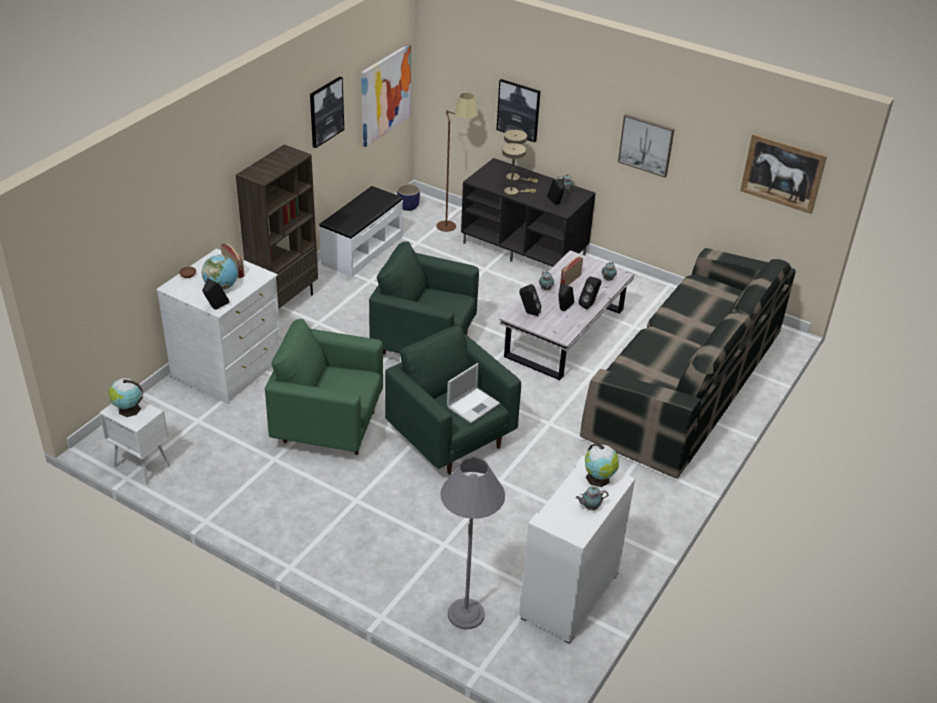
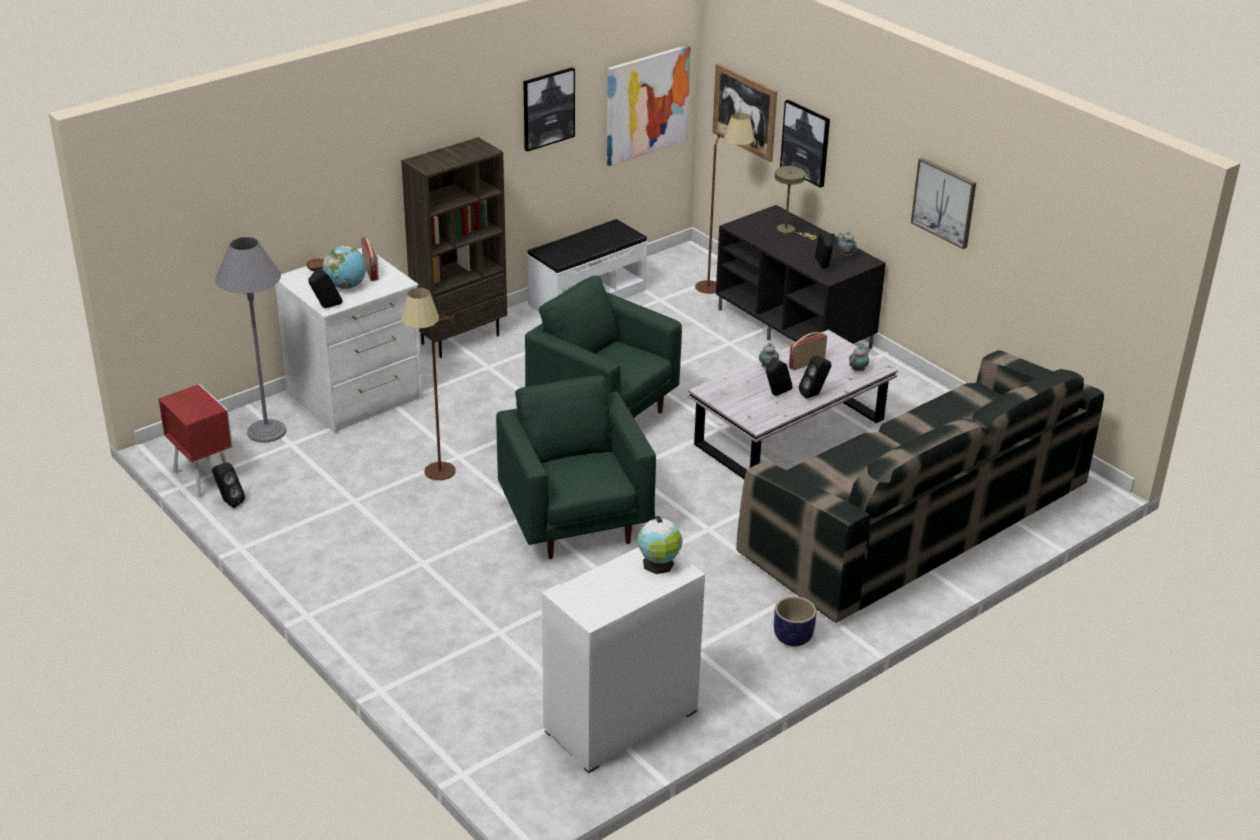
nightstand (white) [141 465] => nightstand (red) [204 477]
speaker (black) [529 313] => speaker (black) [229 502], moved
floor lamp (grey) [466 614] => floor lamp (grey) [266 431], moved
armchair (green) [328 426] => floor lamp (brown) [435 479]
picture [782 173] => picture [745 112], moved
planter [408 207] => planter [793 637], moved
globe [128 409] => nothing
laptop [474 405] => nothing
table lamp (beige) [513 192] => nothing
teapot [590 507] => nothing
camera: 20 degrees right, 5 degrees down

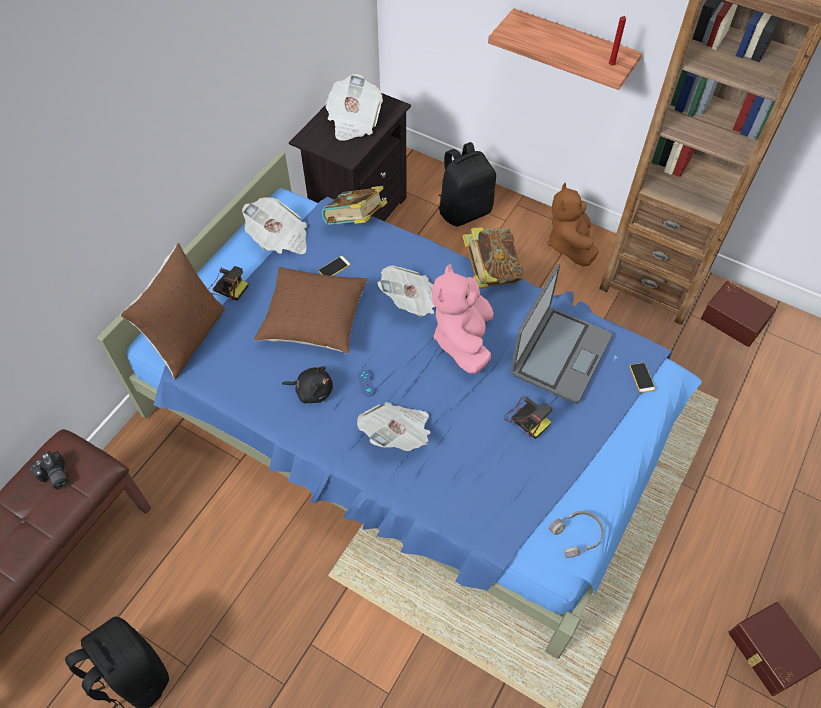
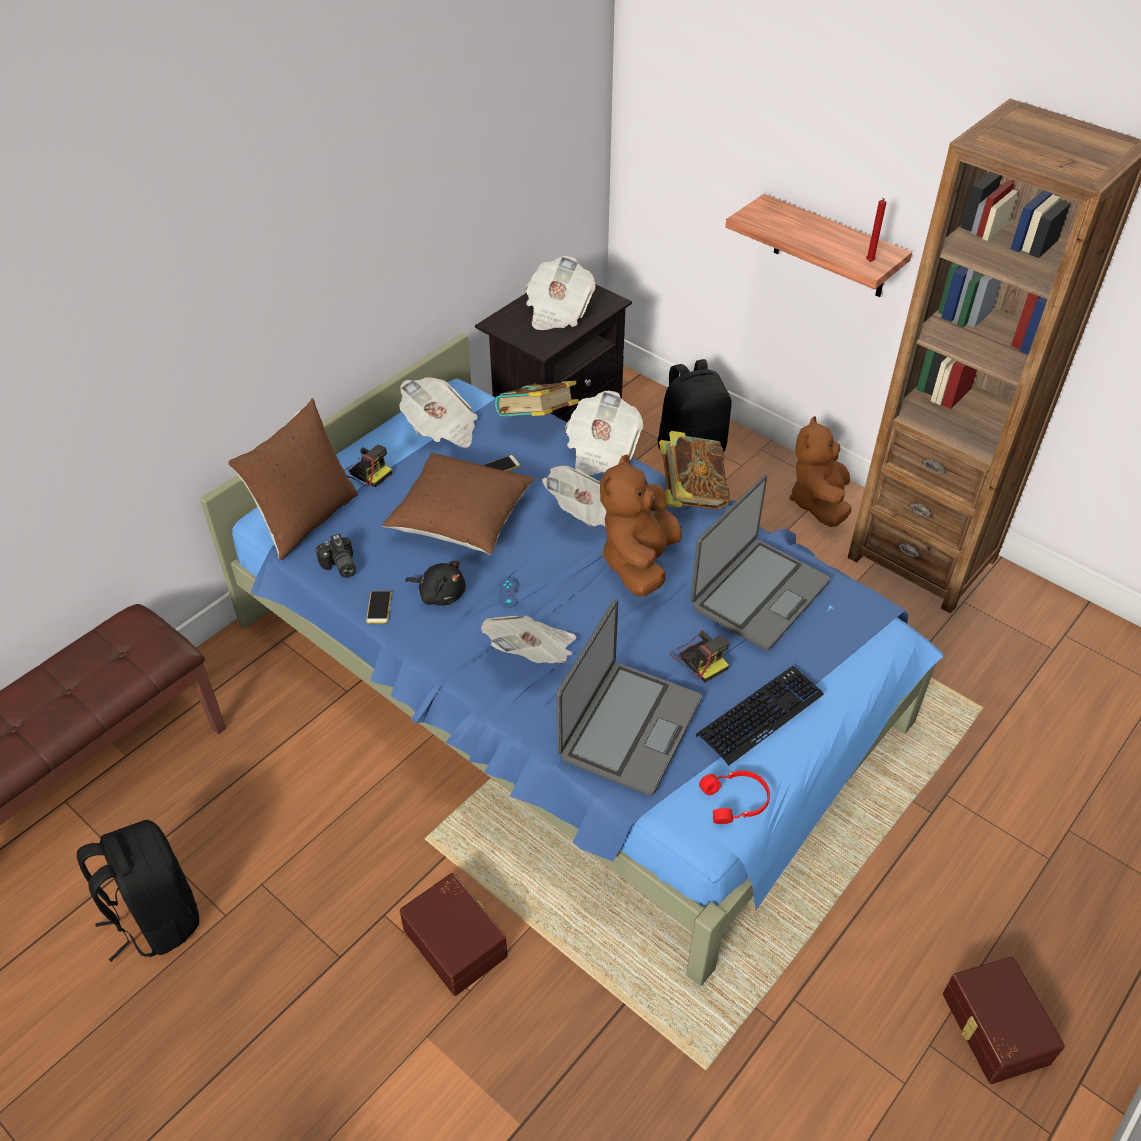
photo camera [54 477] => photo camera [339 566], moved
phone [642 378] => phone [379 607], moved
storage box (brown) [734 319] => storage box (brown) [457 941], moved
nothing => laptop [629 728]
nothing => newspaper [601 452]
plush toy (pink) [463 340] => plush toy (brown) [639 562]
nothing => keyboard [760 715]
headphones (grey) [578 536] => headphones (red) [736 801]
camera: 10 degrees right, 10 degrees down

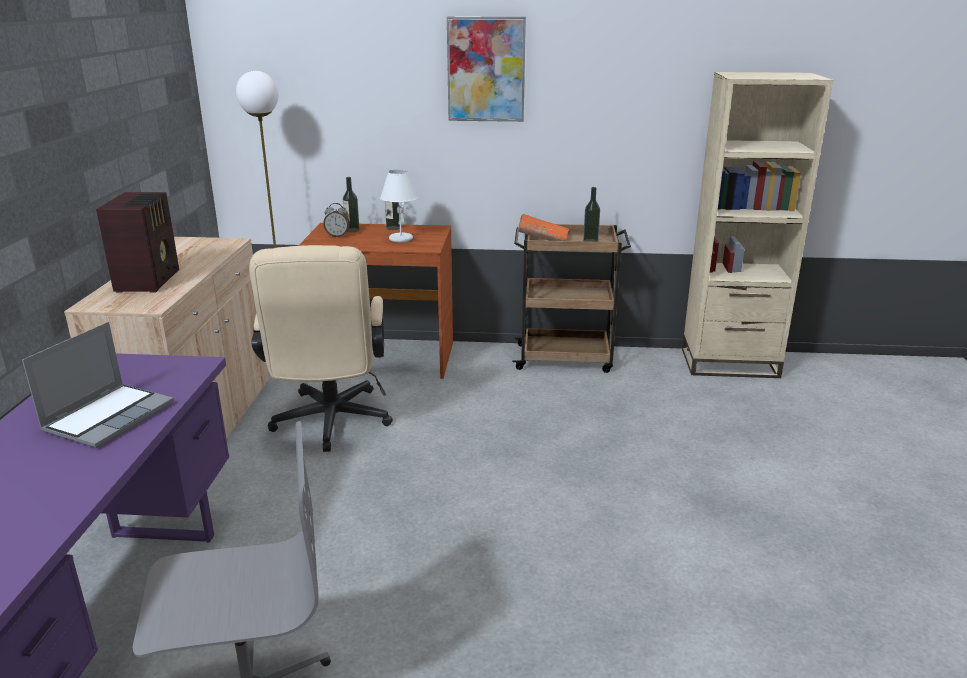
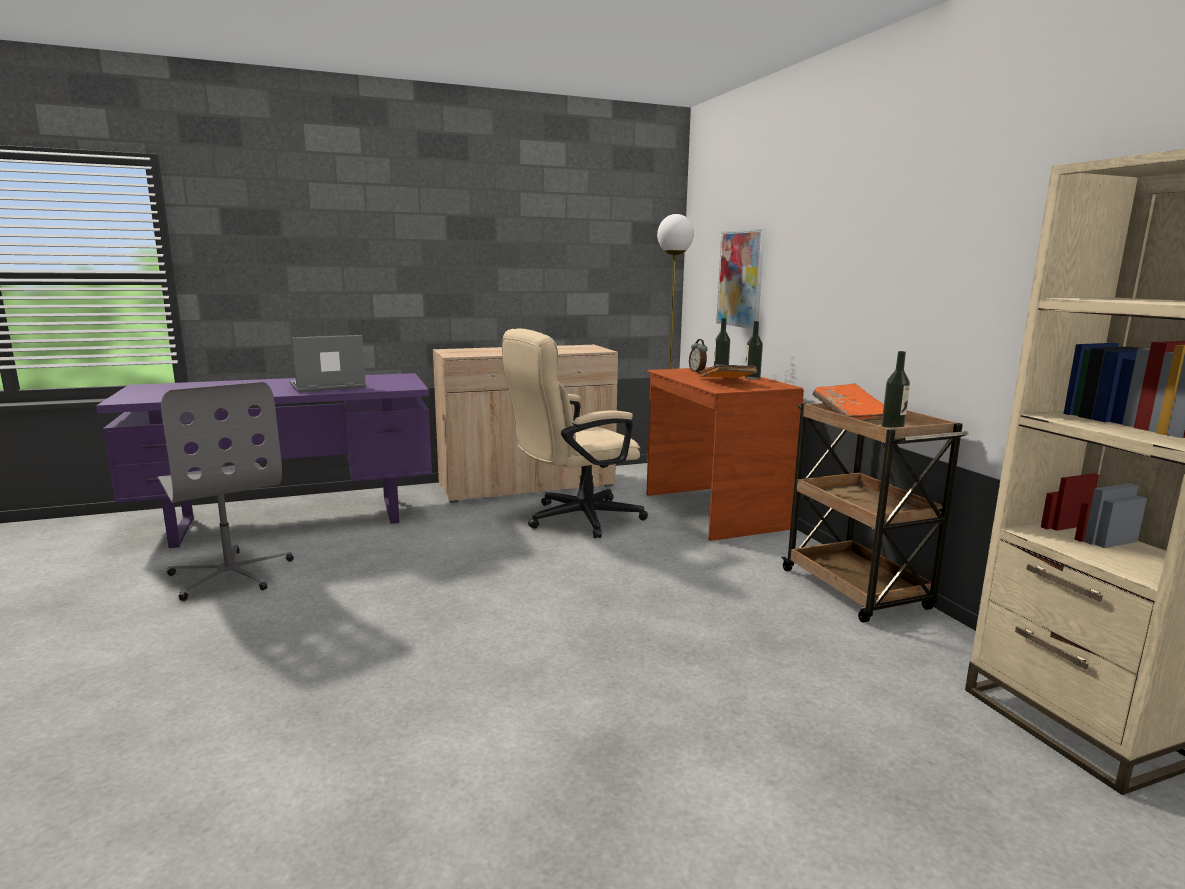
laptop [109 416] => laptop [326 386], 150 degrees clockwise
table lamp (white) [400 239] => book (orange) [726 382]
picture [486 69] => picture [740 279], moved
radio [150 280] => nothing
camera: 65 degrees right, 10 degrees down

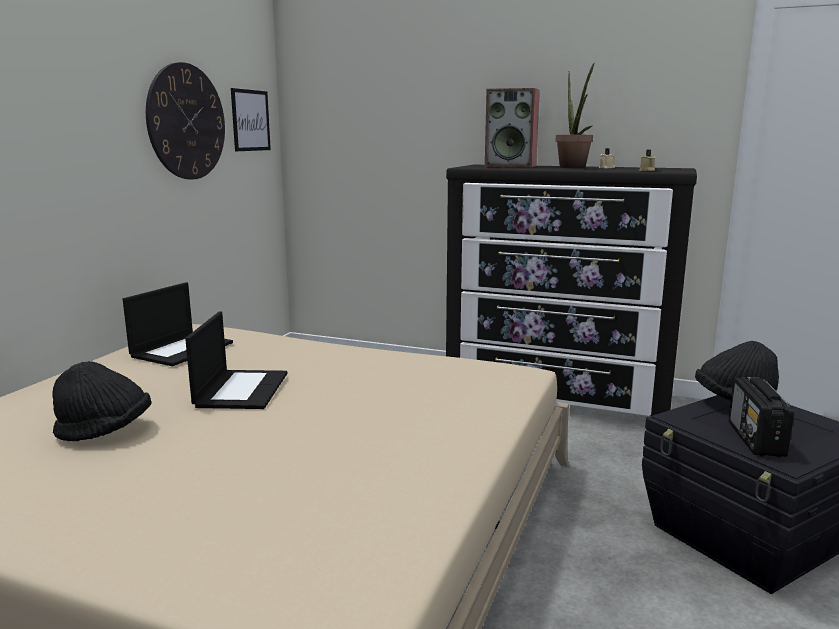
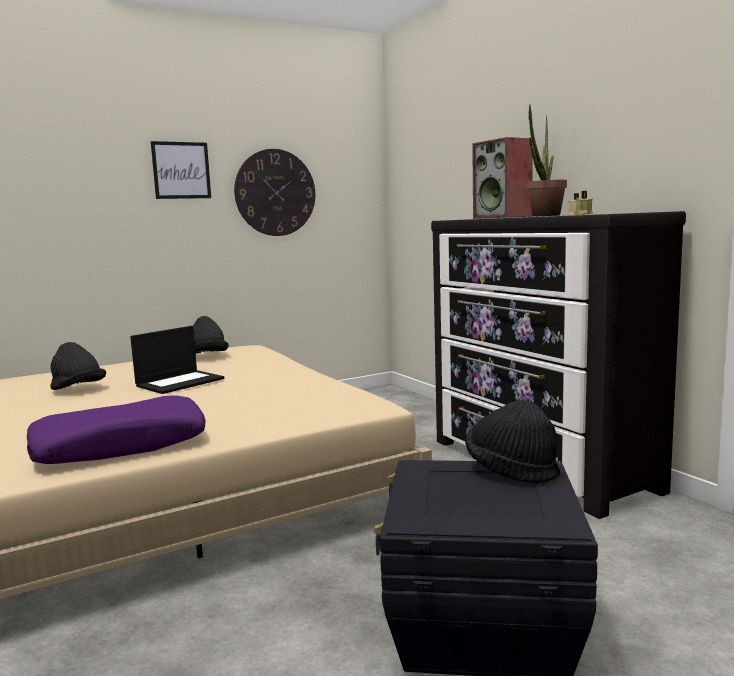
nothing => pillow (purple) [120 446]
picture [250 120] => picture [181 170], moved
laptop [182 349] => hat (black) [208 356]
radio [756 440] => nothing
camera: 40 degrees right, 5 degrees down

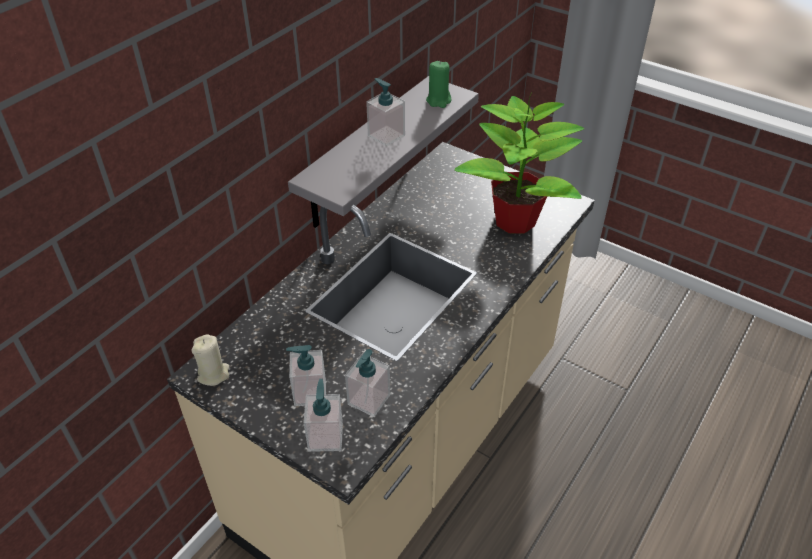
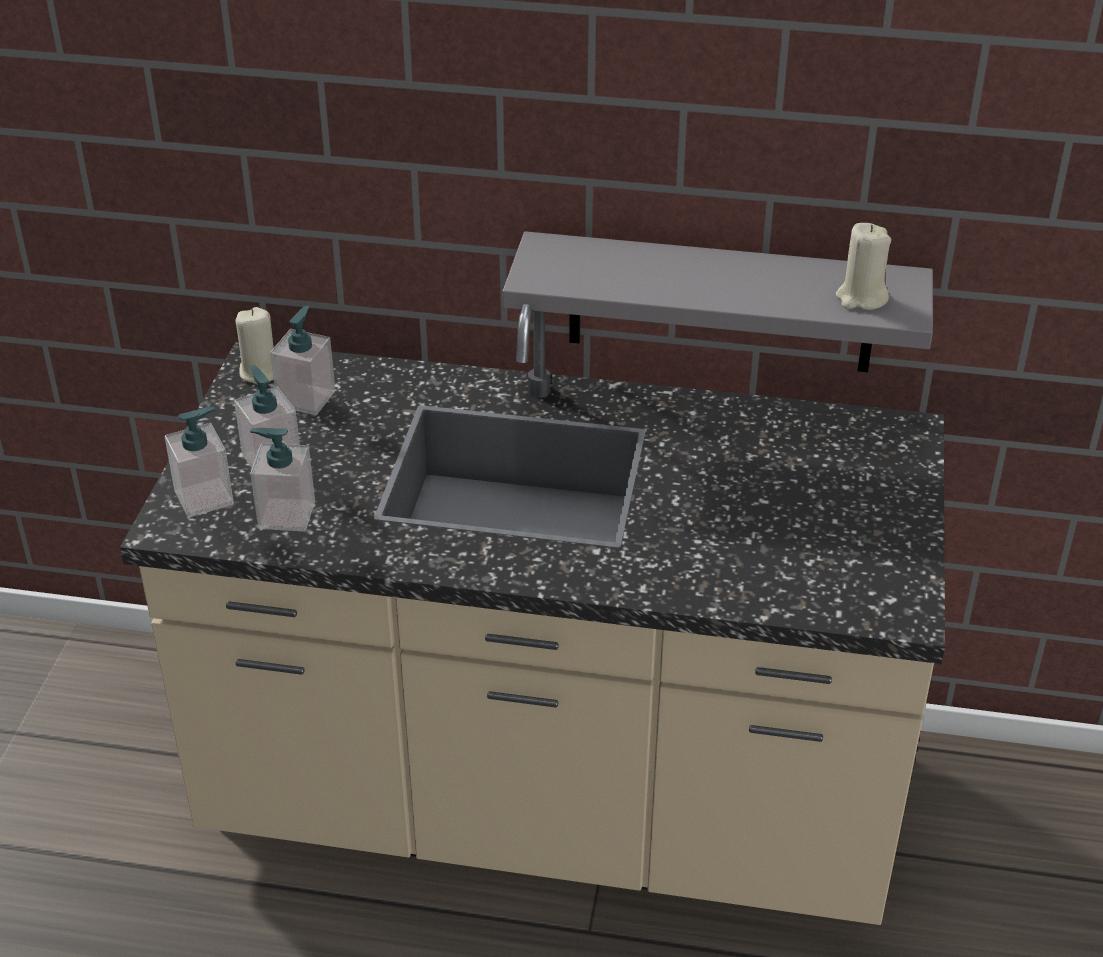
soap dispenser [386 136] => soap dispenser [306 398], moved
candle (green) [438 101] => candle (beige) [861 298]
potted plant [516 220] => nothing
camera: 65 degrees right, 5 degrees down

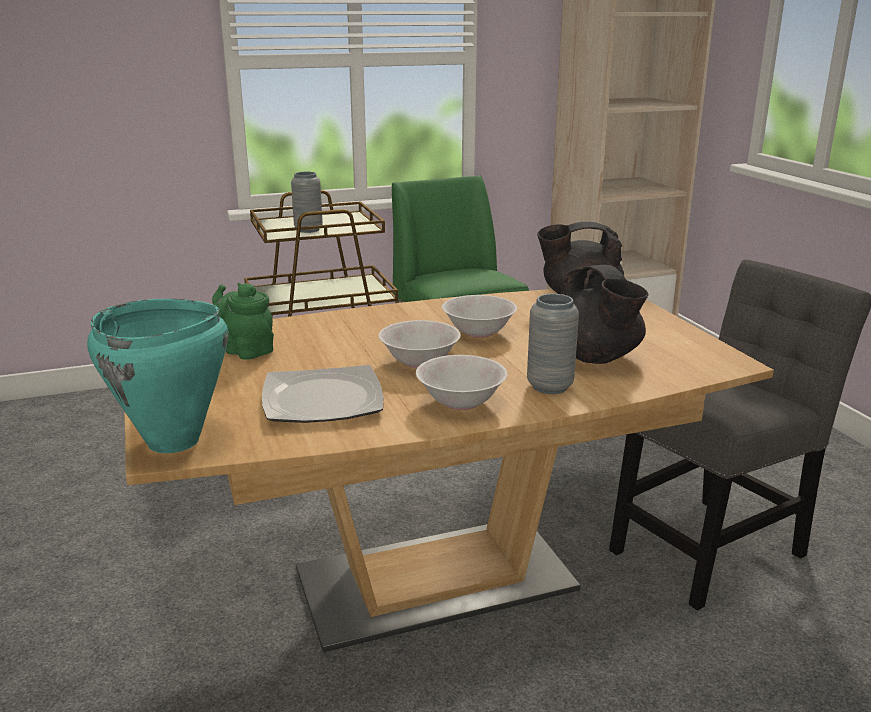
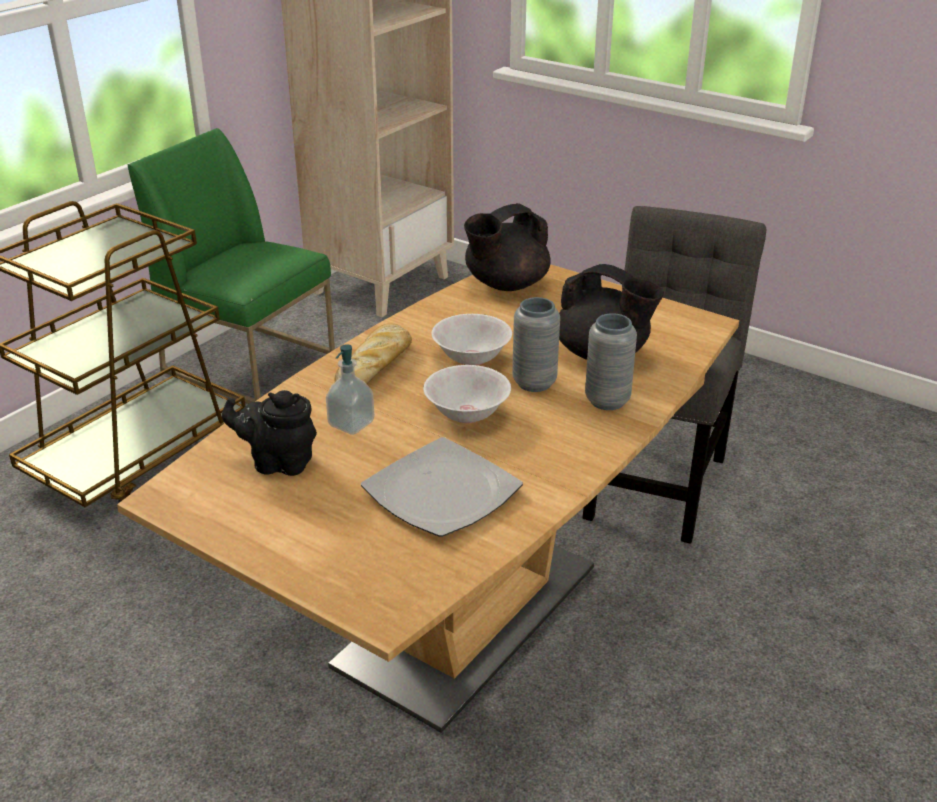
teapot (green) [246 350] => teapot (black) [278 463]
nothing => soap dispenser [351 424]
nothing => bread [375 365]
vase (grey) [308 230] => vase (grey) [534 383], moved
cooking pot (turquoise) [173 442] => nothing
bowl (white) [460 402] => nothing
camera: 35 degrees left, 10 degrees up

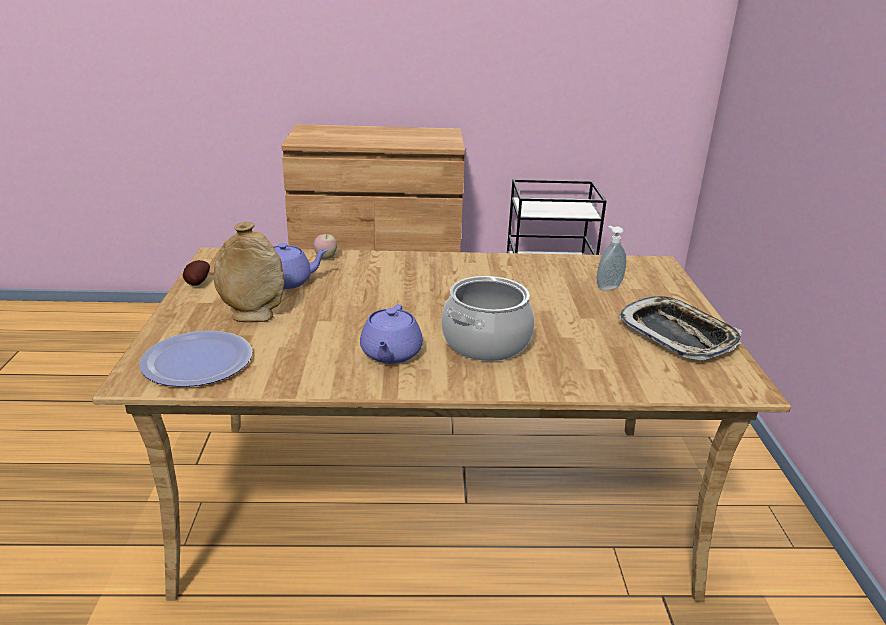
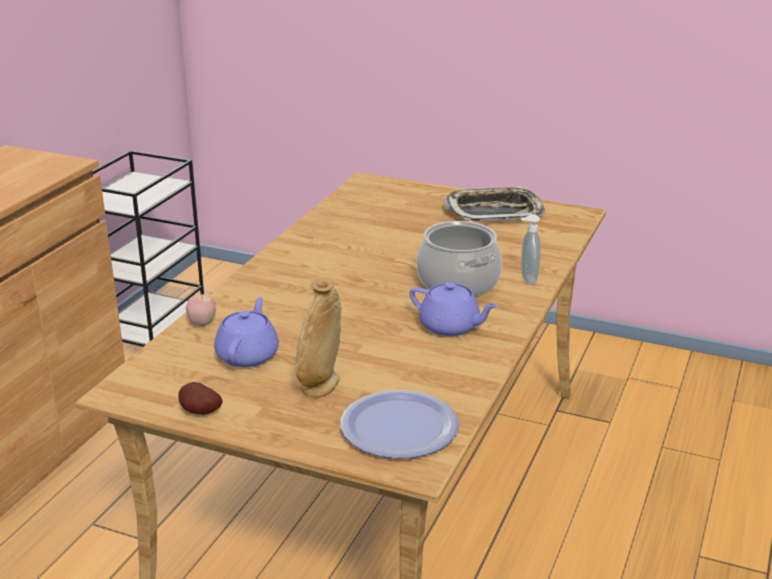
soap dispenser [607 287] => soap dispenser [527 279], moved
camera: 65 degrees left, 0 degrees up

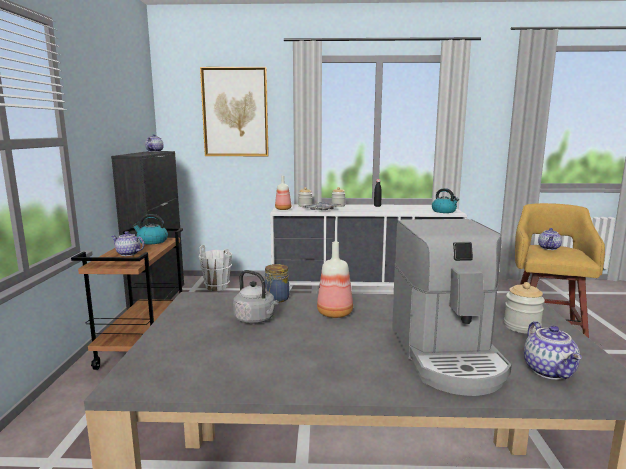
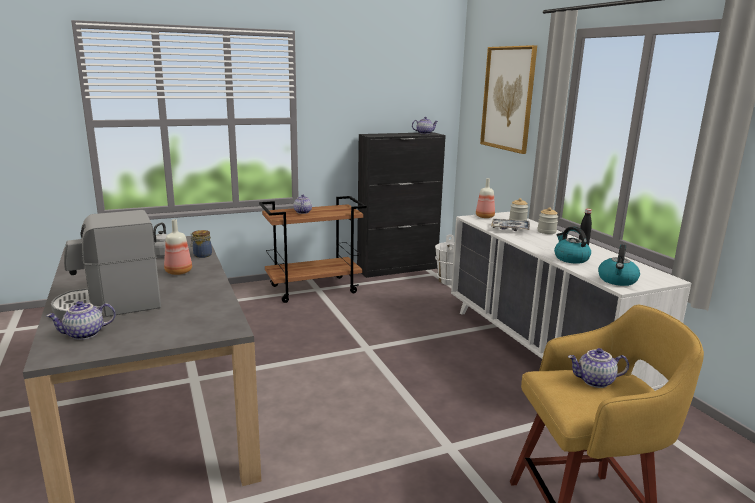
kettle [152 241] => kettle [570 258], moved
jar [521 327] => nothing
camera: 65 degrees right, 5 degrees up

